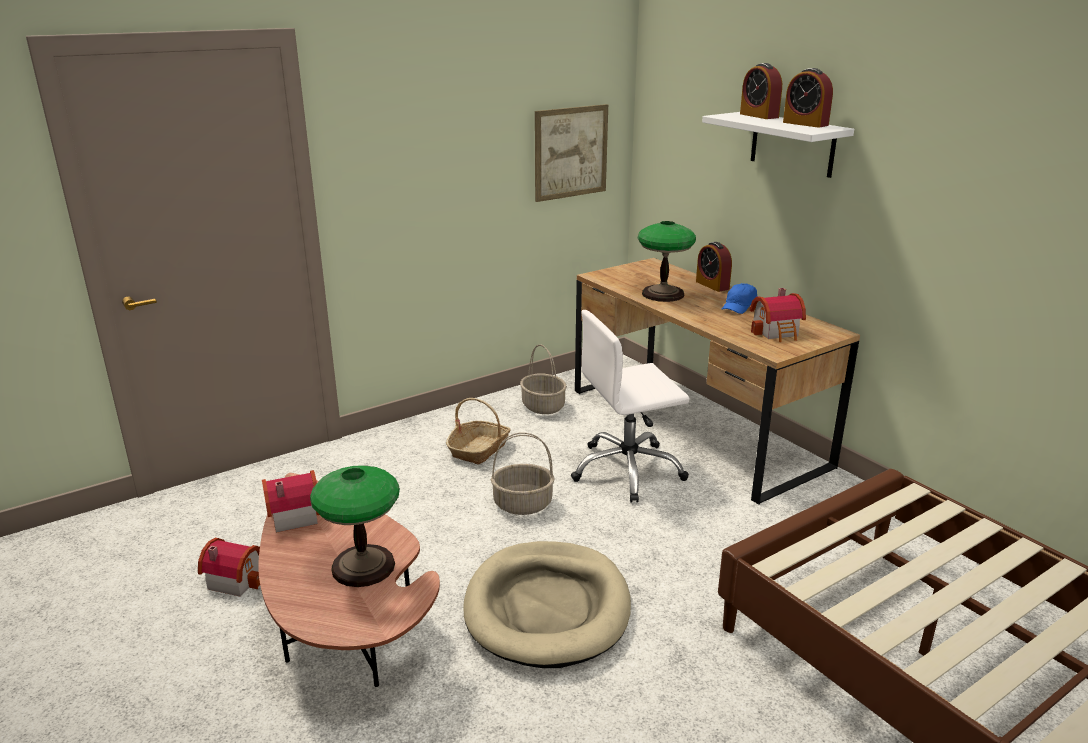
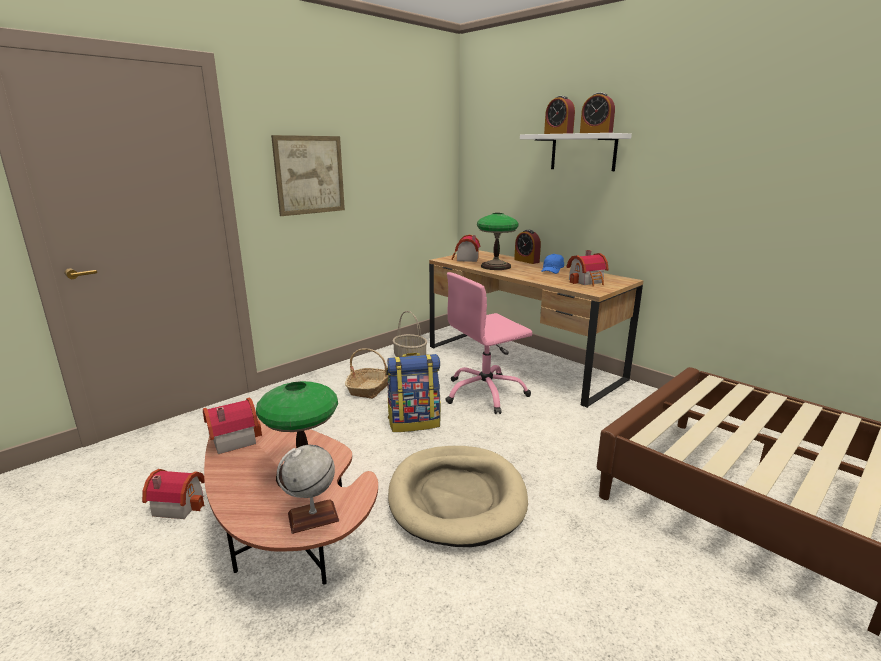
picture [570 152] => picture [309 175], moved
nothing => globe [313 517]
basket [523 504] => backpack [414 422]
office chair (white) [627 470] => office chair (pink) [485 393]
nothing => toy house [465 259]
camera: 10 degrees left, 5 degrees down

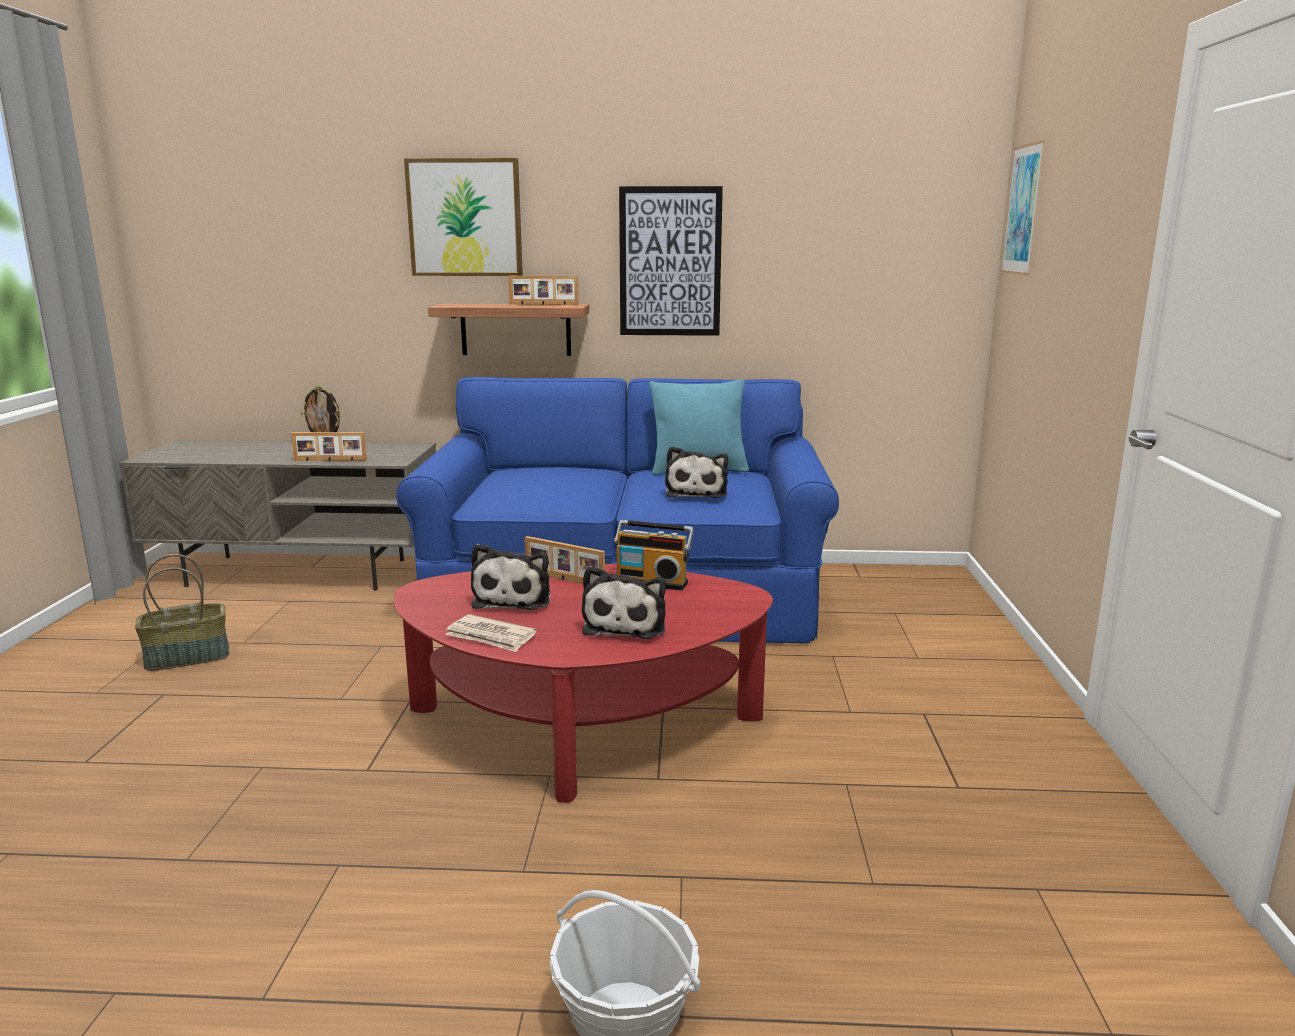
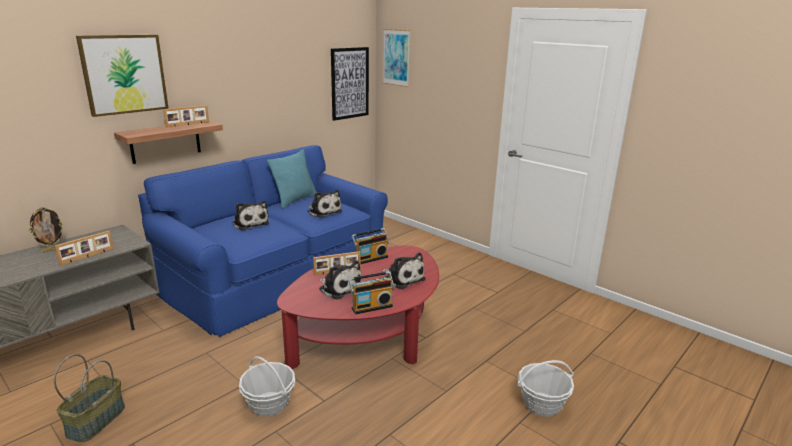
nothing => plush toy [250 223]
nothing => basket [269 404]
picture [670 262] => picture [349 83], moved
newspaper [491 637] => radio [371 306]
camera: 50 degrees left, 5 degrees up

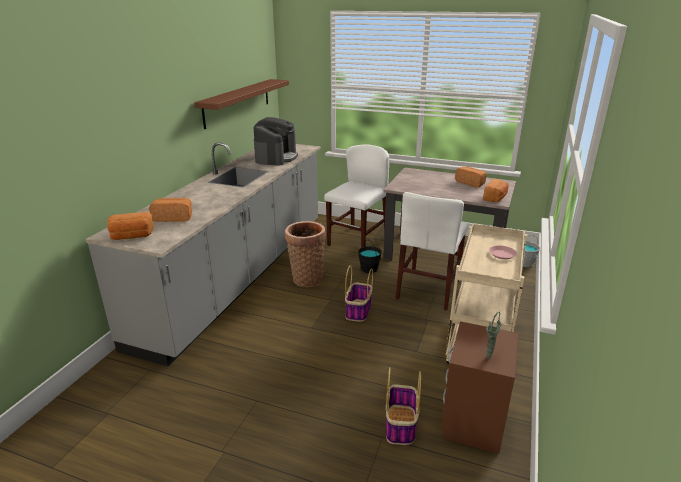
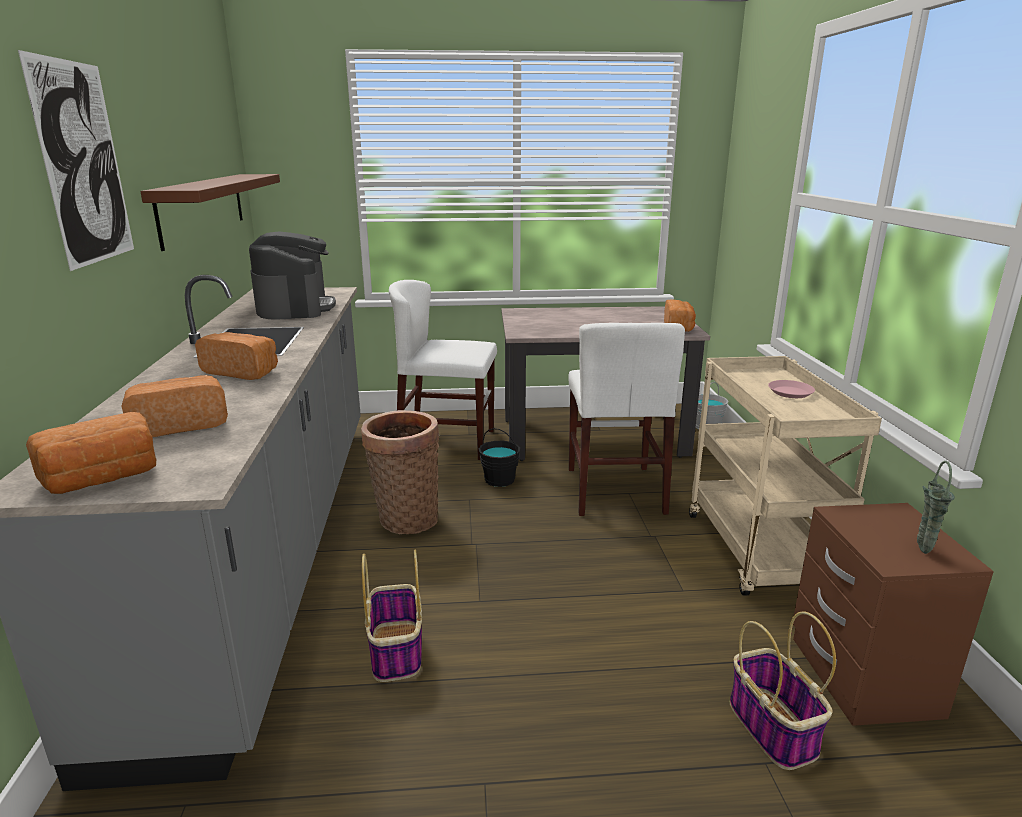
nothing => picture [84 164]
bread [471 183] => bread [242 371], moved
basket [358 311] => basket [396 652], moved
chair (white) [357 241] => chair (white) [447 442], 90 degrees counterclockwise
camera: 25 degrees left, 5 degrees down

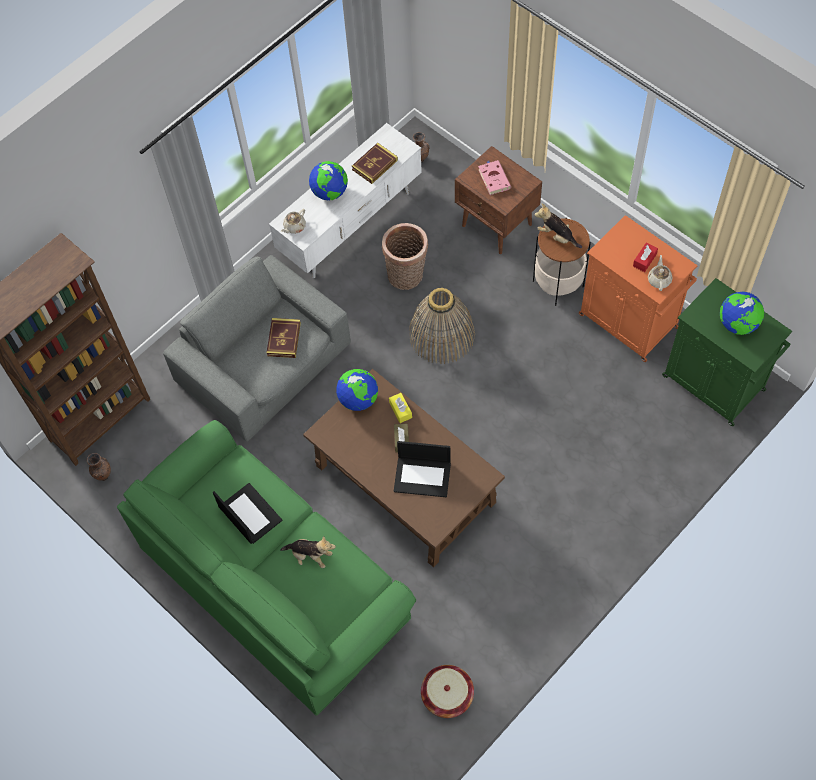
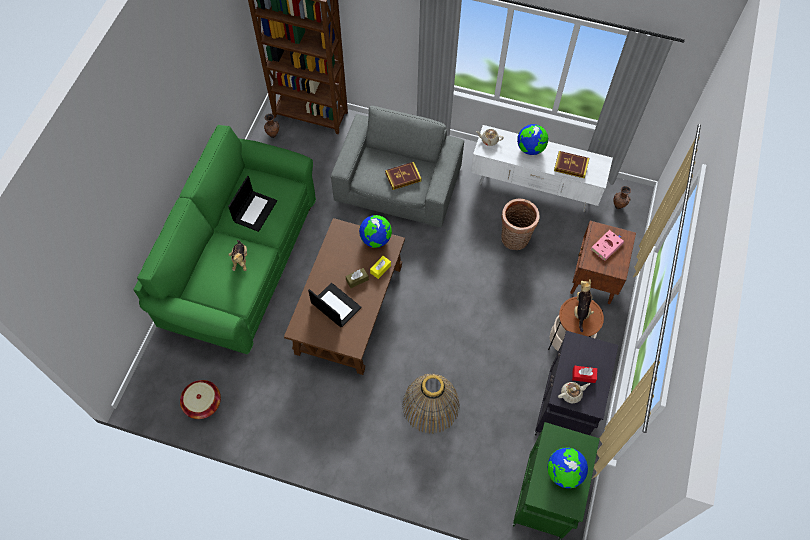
laptop [423 476] => laptop [335 305], 150 degrees clockwise
basket [442 335] => basket [430 406], moved
cabinet (orange) [630 322] => cabinet (black) [564 410]
camera: 60 degrees right, 0 degrees up

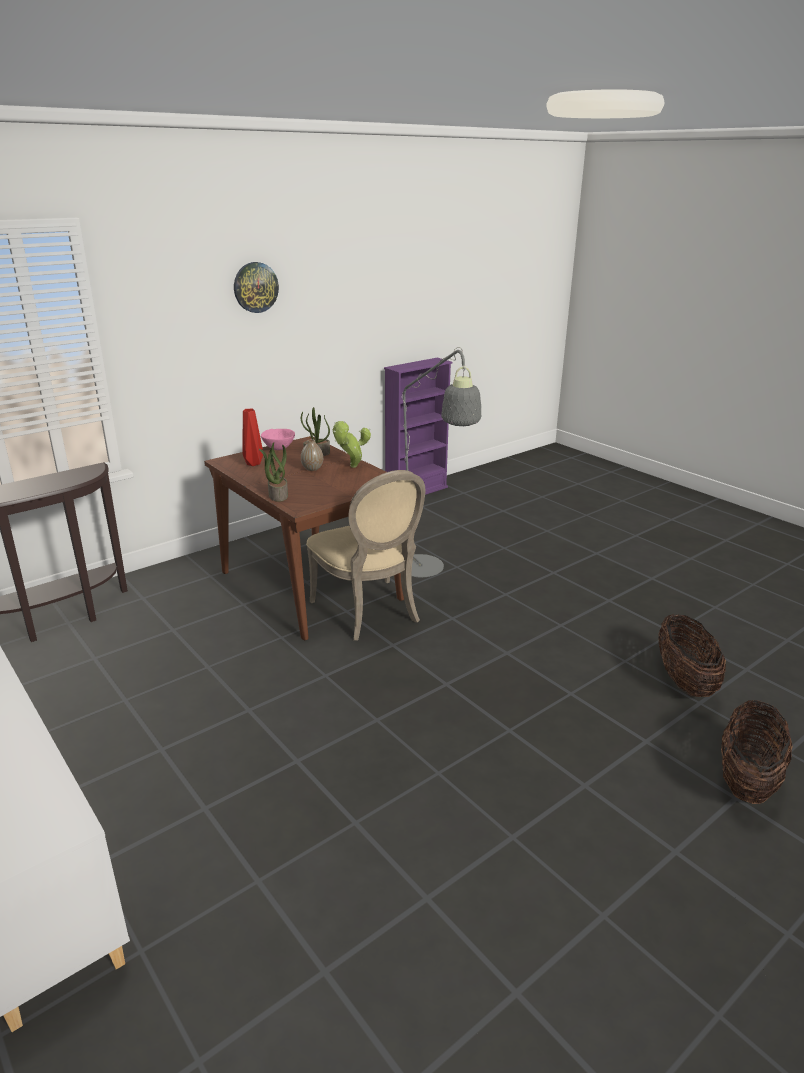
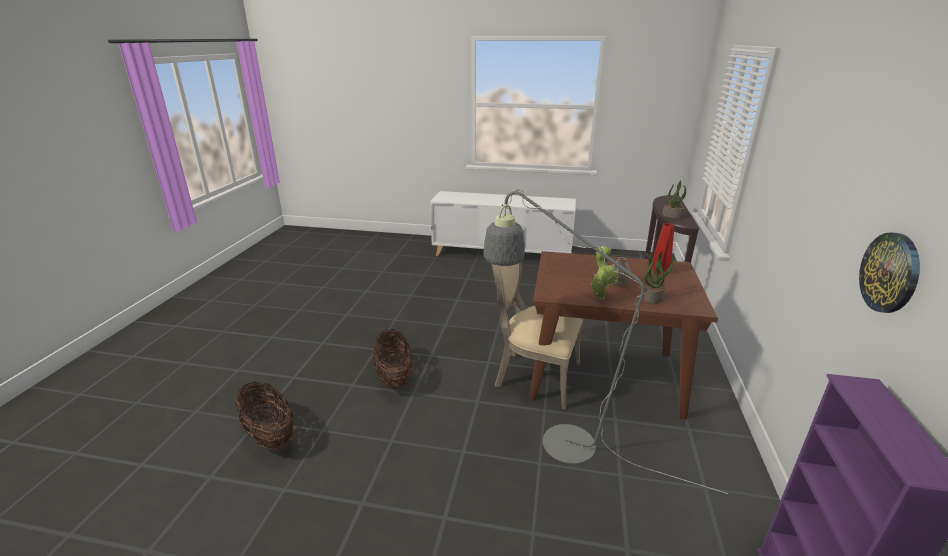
basket [746 779] => basket [394 376], moved
potted plant [277 495] => potted plant [672 216], moved
wall clock [255 287] => wall clock [890 272], moved
bowl (pink) [279 448] => nothing
camera: 140 degrees right, 0 degrees up

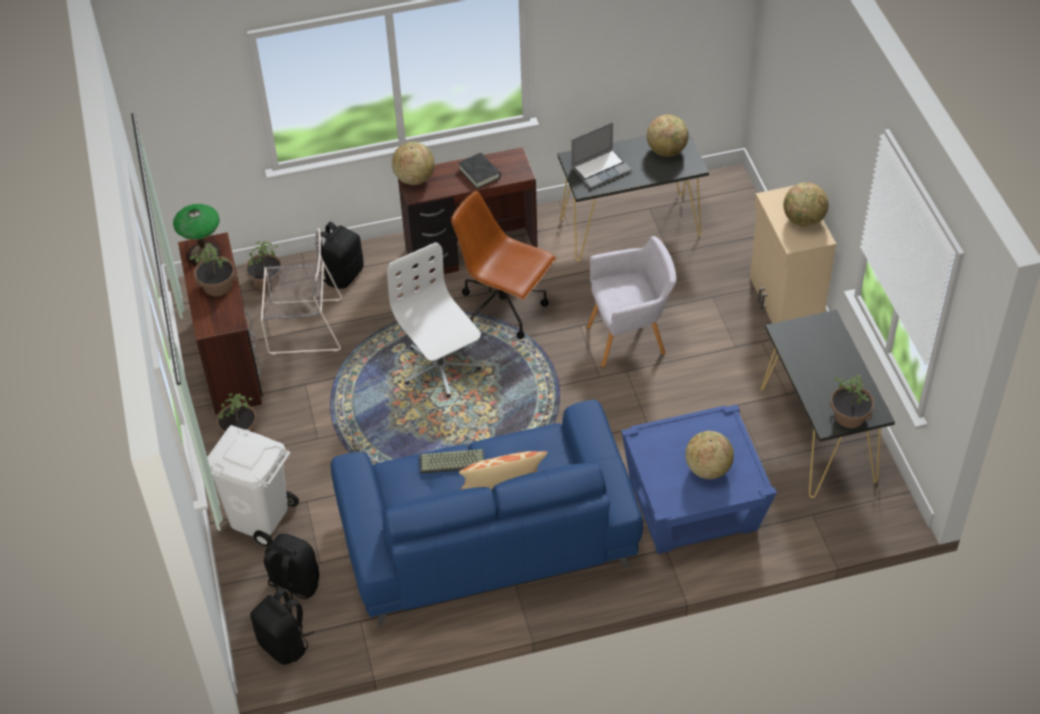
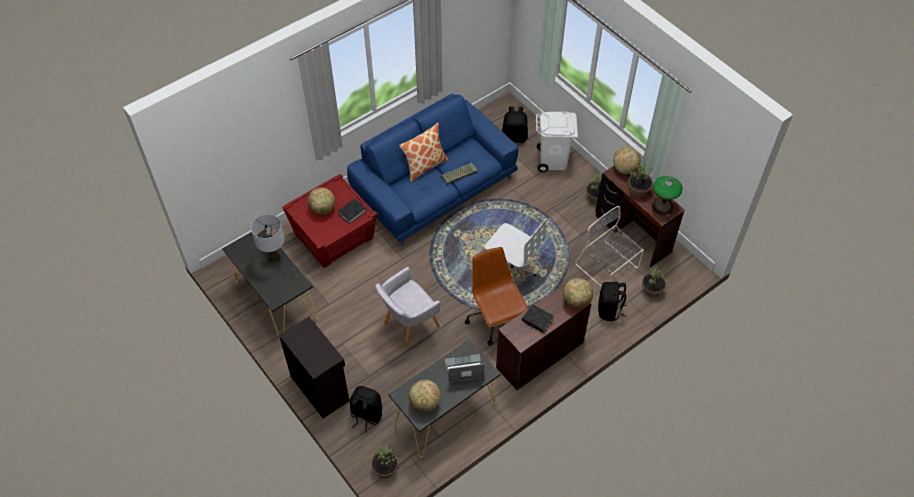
nothing => table lamp (grey) [274 257]
cabinet (beige) [784 302] => cabinet (black) [320 387]
side table (blue) [693 507] => side table (red) [333 236]
nothing => book (black) [352 212]
backpack (black) [285 644] => backpack (black) [366 415], moved
potted plant [849 416] => potted plant [385 469], moved
laptop [601 169] => laptop [463 370], 45 degrees clockwise
office chair (brown) [504 309] => office chair (brown) [496 320], 120 degrees counterclockwise
chair (grey) [302 326] => chair (grey) [608 268], 75 degrees clockwise
globe [803 220] => globe [624 169], moved
camera: 155 degrees right, 5 degrees up

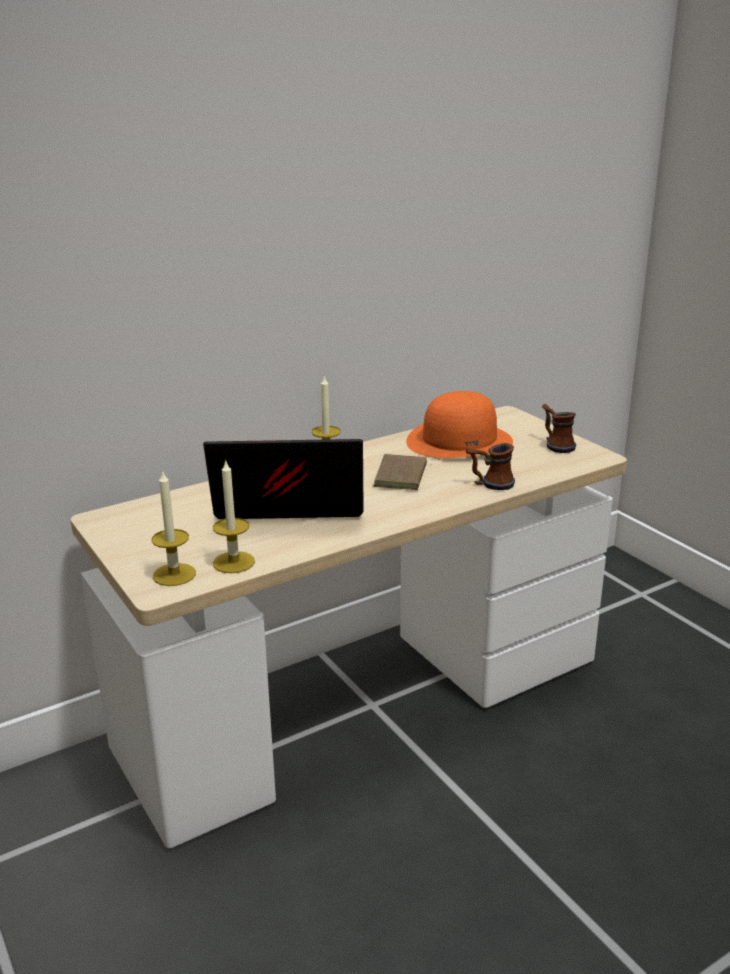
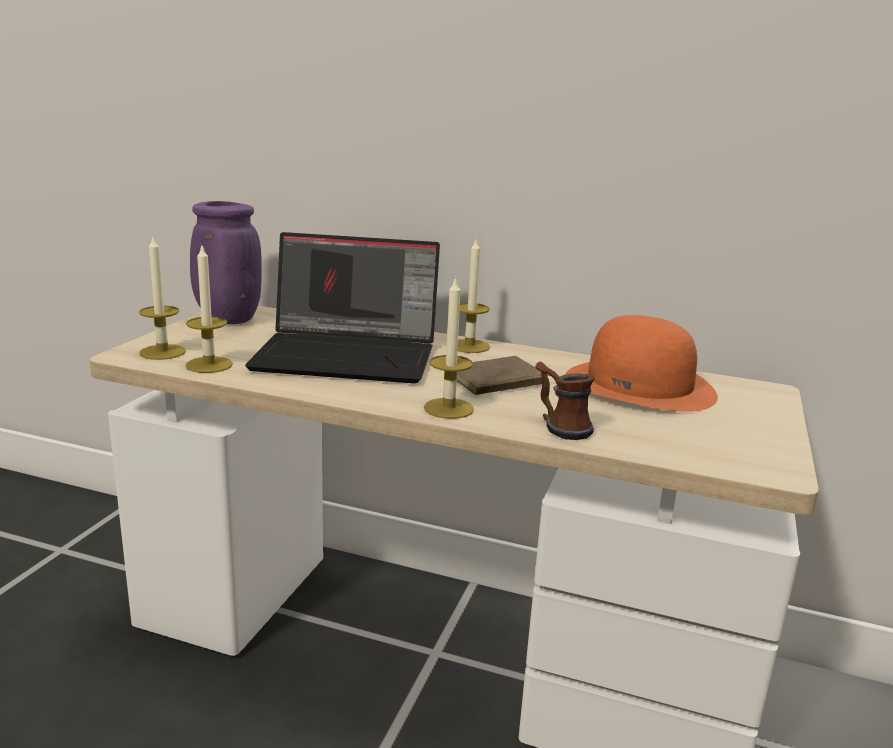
nothing => vase (purple) [226 319]
laptop [287 506] => laptop [349 355], 135 degrees clockwise
nothing => candle [448 408]
mug [555 445] => nothing
camera: 50 degrees right, 5 degrees down

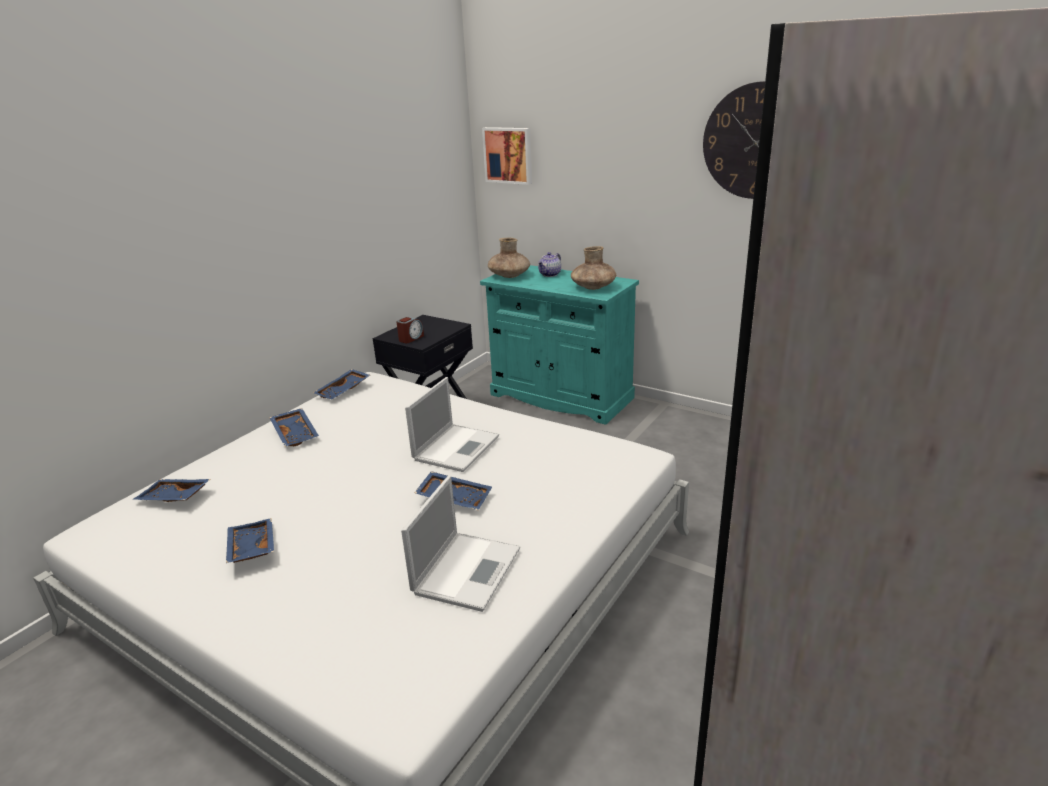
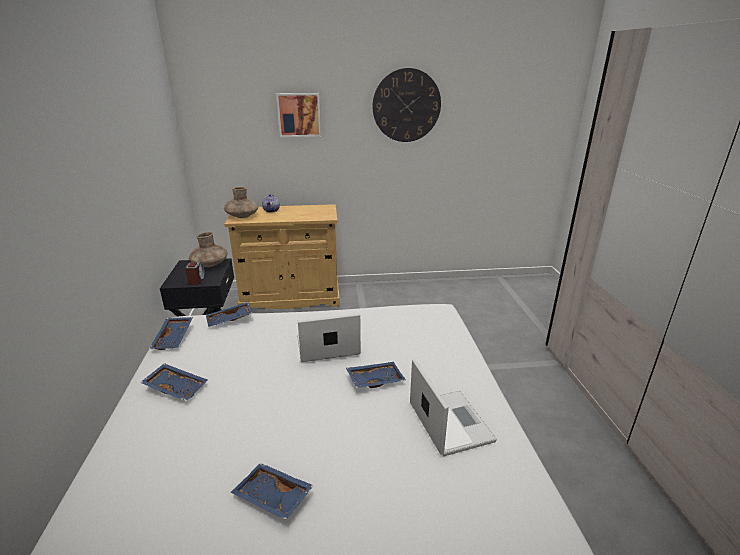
vase (brown) [593 287] => vase (brown) [210 264], moved
tray (blue) [173 498] => tray (blue) [230 320], moved
cabinet (turquoise) [561 396] => cabinet (beige) [291 297]
picture [508 155] => picture [299 115], moved
laptop [457 447] => laptop [326 346], 90 degrees counterclockwise
camera: 40 degrees left, 0 degrees up

